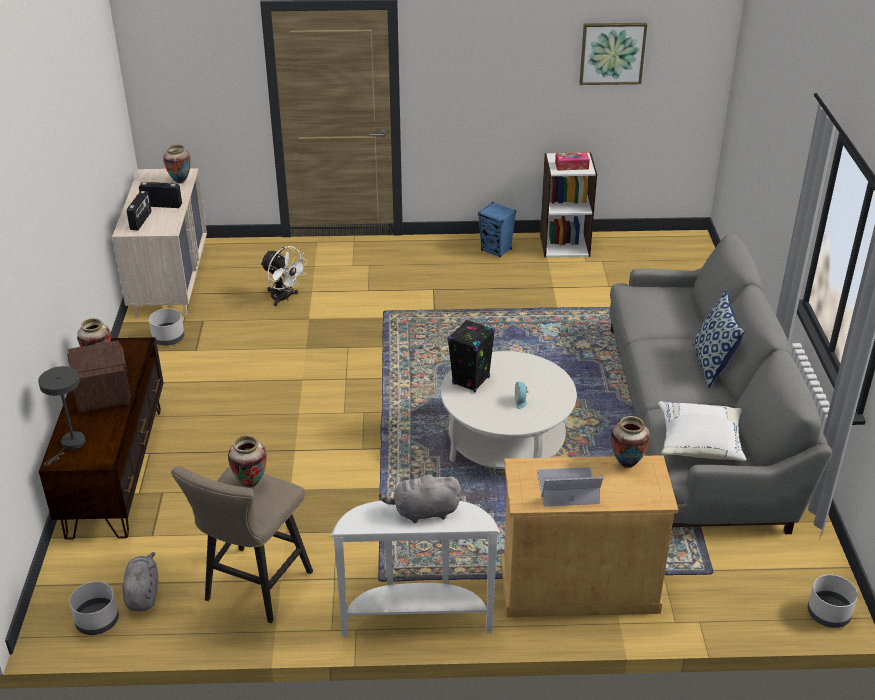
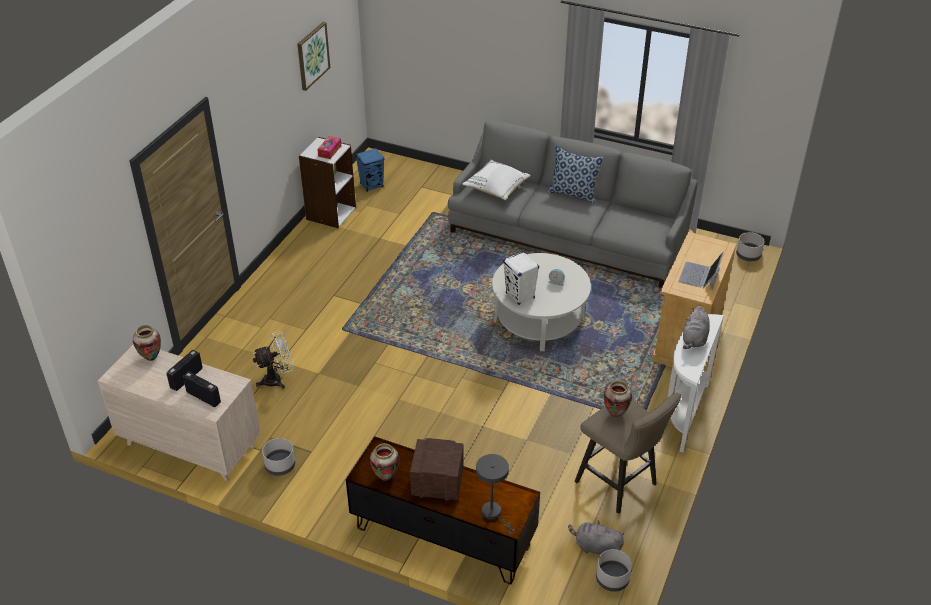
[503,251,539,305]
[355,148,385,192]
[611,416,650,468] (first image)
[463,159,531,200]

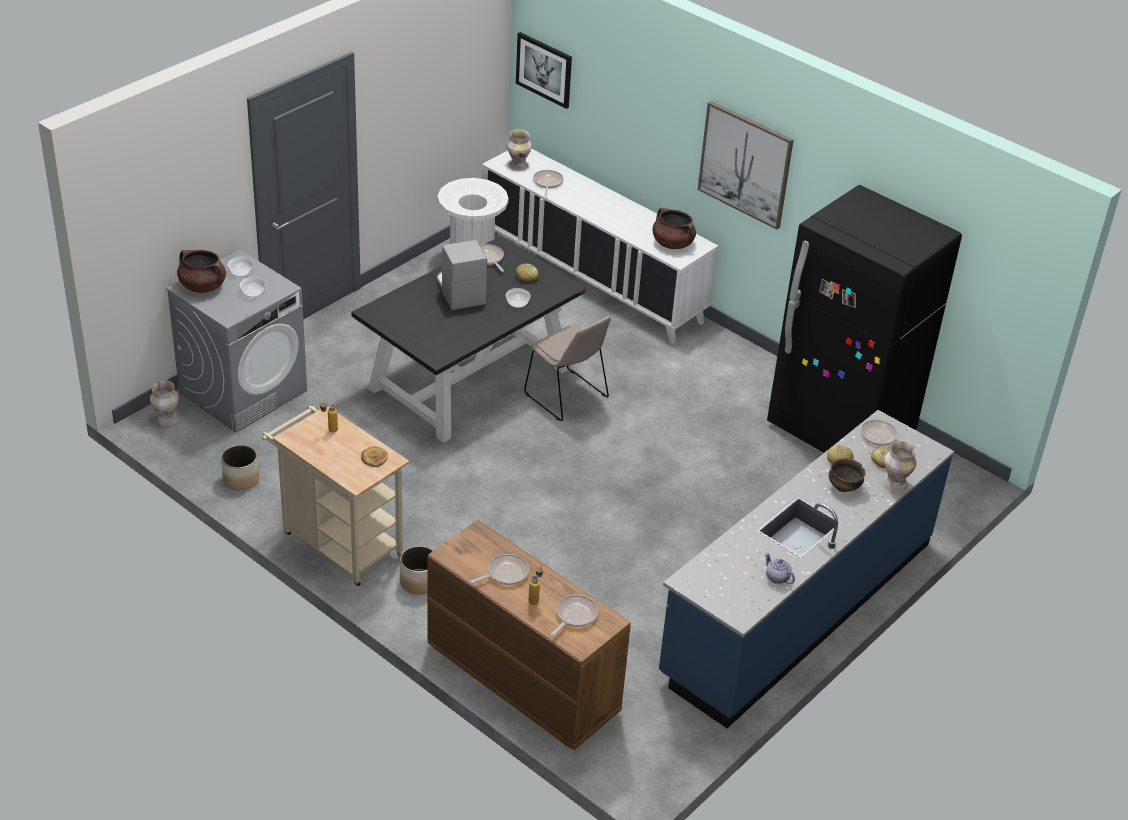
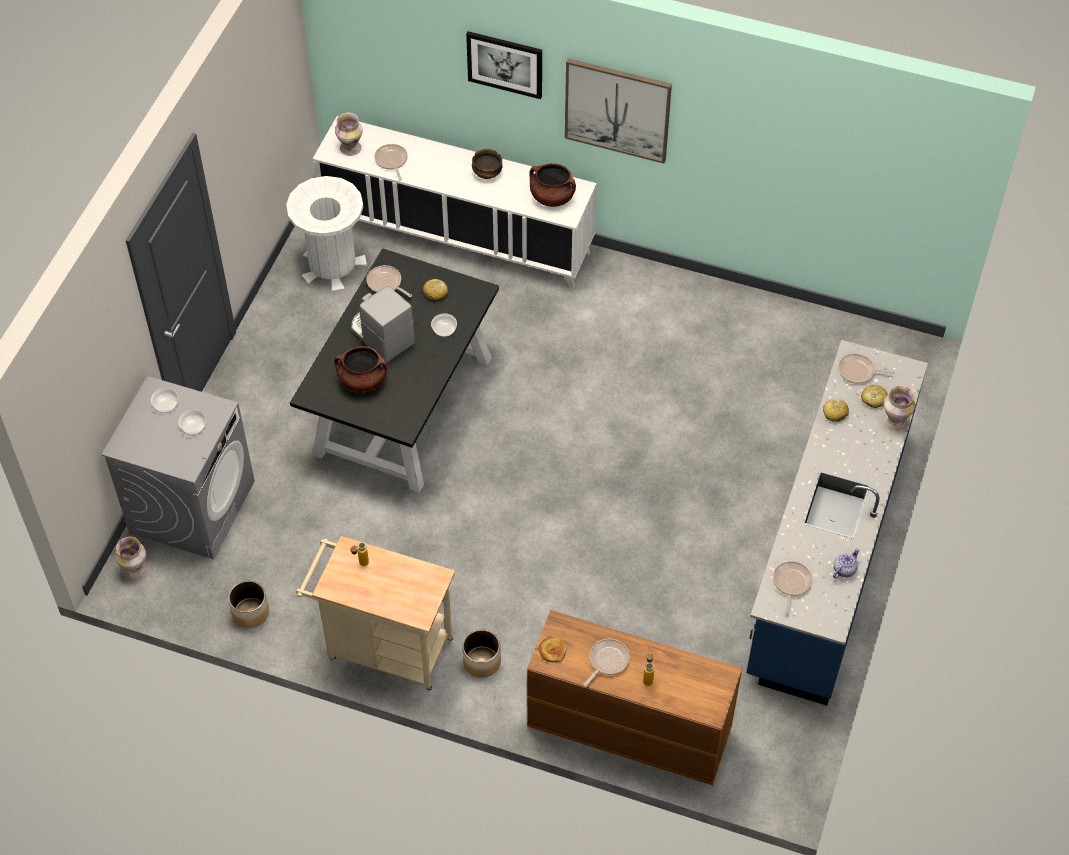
[334,346,387,393]
[538,637,566,663]
[466,31,542,99]
[524,316,611,421] (first image)
[773,561,812,613]
[833,548,860,578]
[767,185,962,453] (first image)
[472,149,503,179]

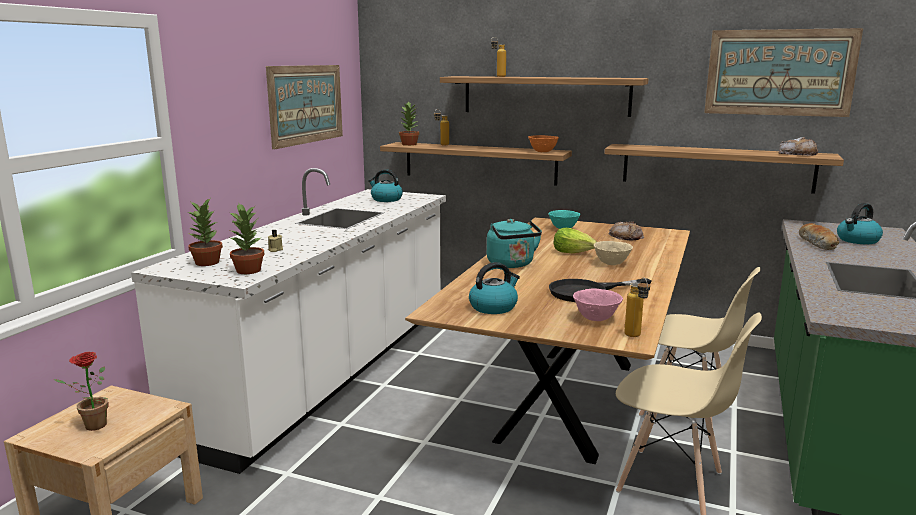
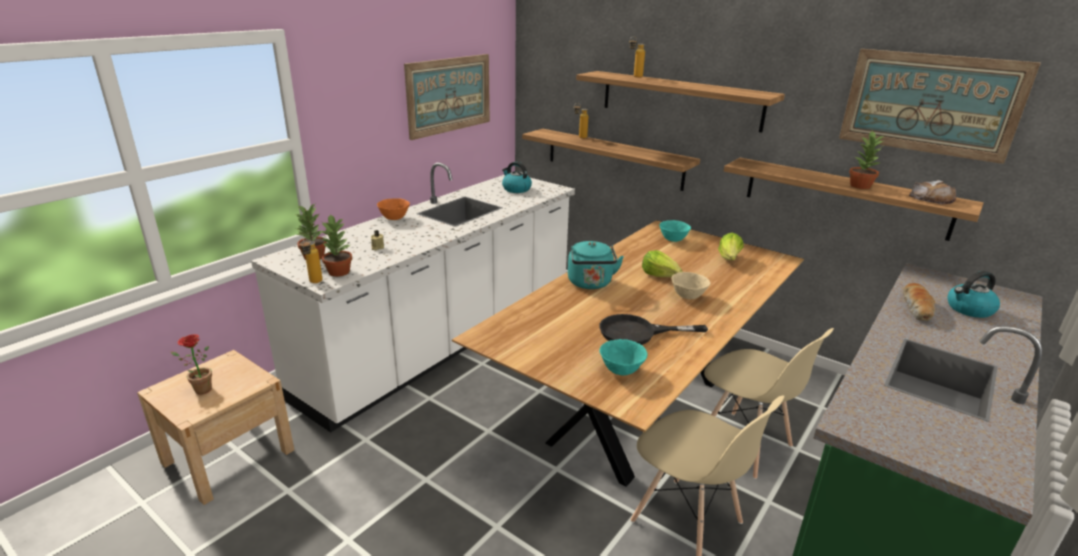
[849,131,885,189]
[469,262,520,314] (first image)
[377,198,410,220]
[600,339,648,376]
[718,233,744,260]
[300,238,322,283]

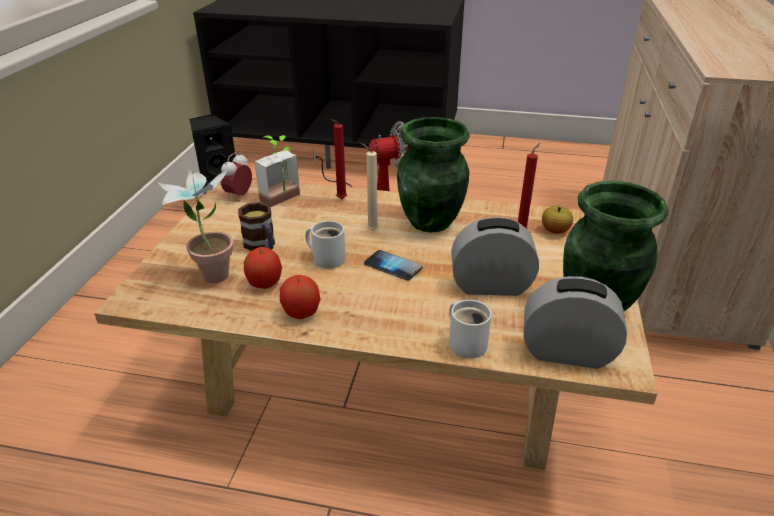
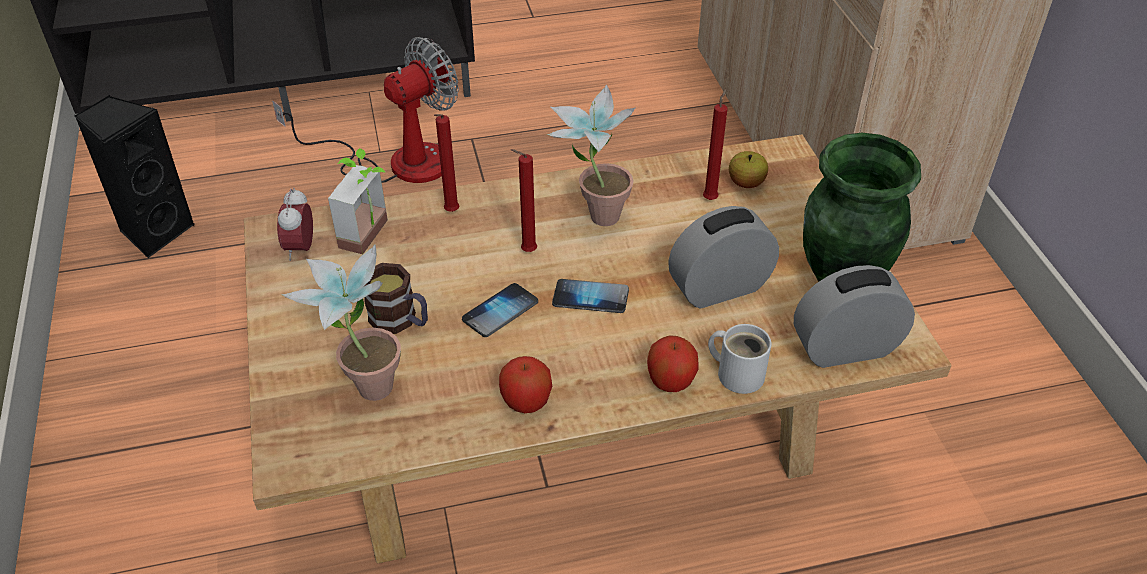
[647,335,699,392]
[462,283,538,337]
[511,149,537,252]
[547,84,636,226]

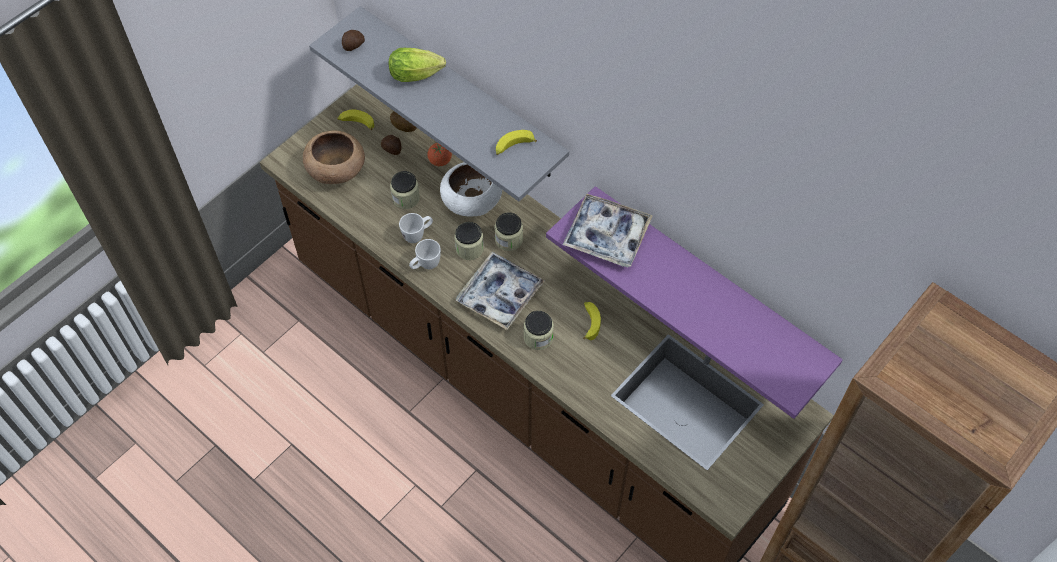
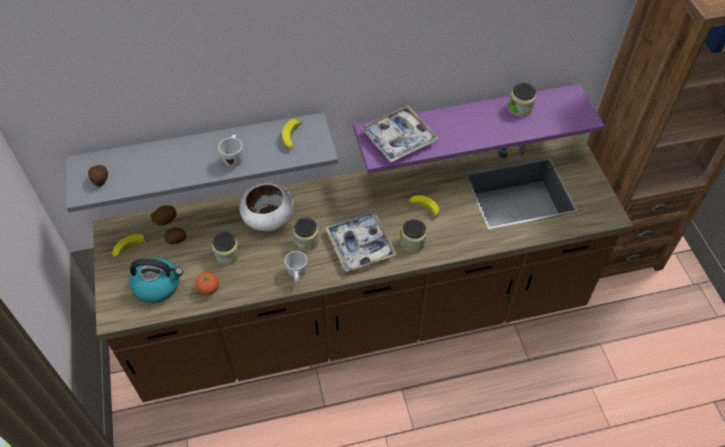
[129,258,183,303]
[389,48,446,82] (first image)
[218,135,243,167]
[195,273,219,295]
[508,83,536,117]

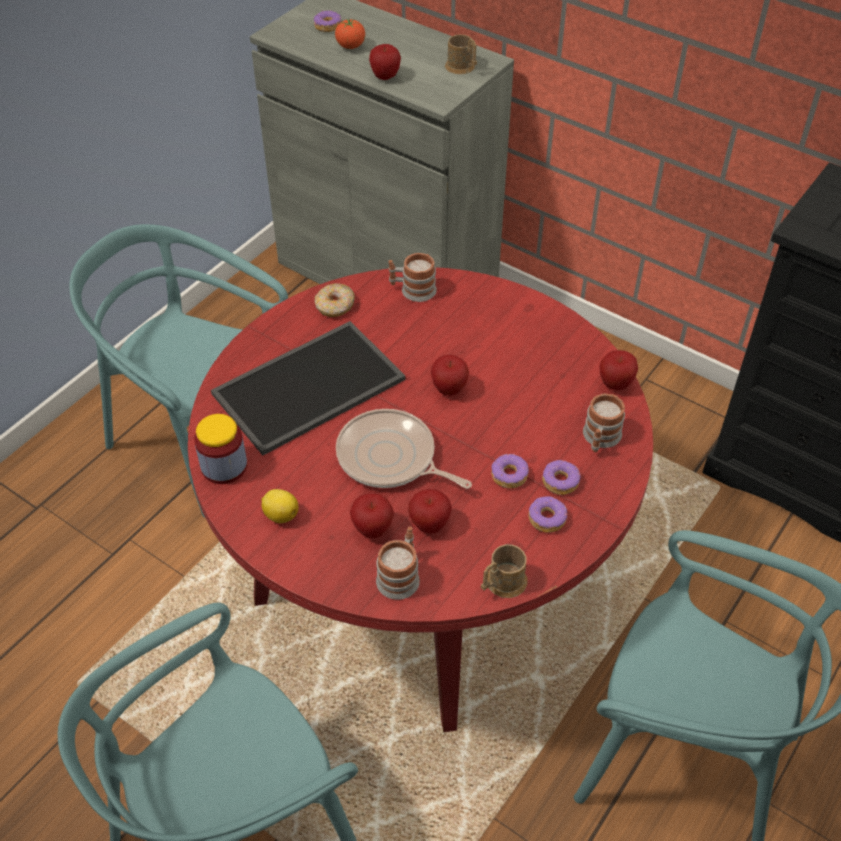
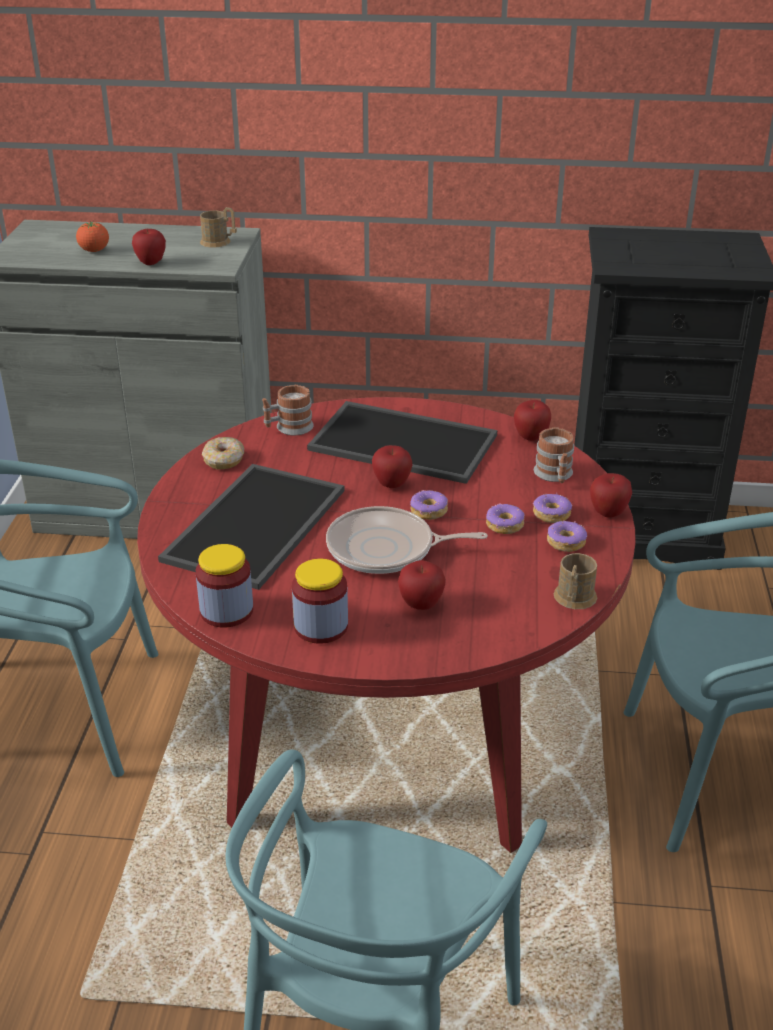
[292,559,348,644]
[410,490,448,520]
[376,527,420,600] (first image)
[590,473,632,518]
[307,401,497,484]

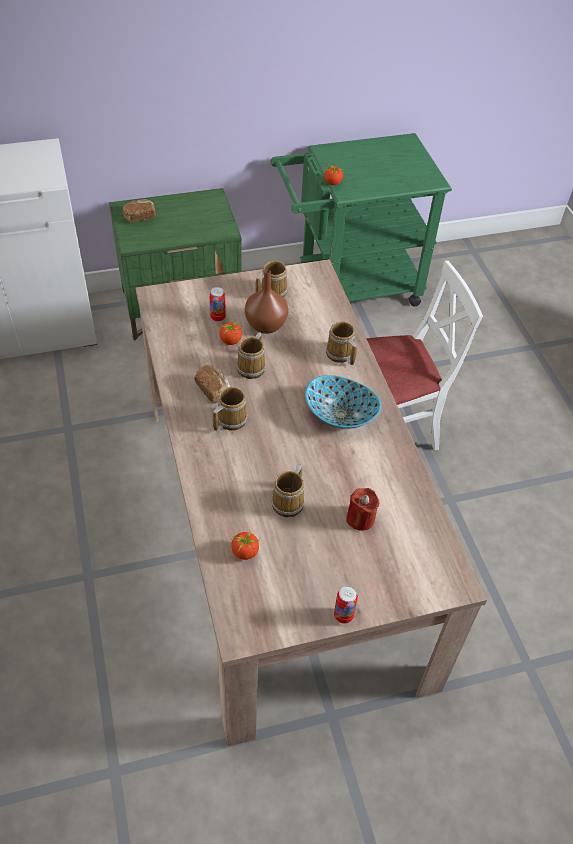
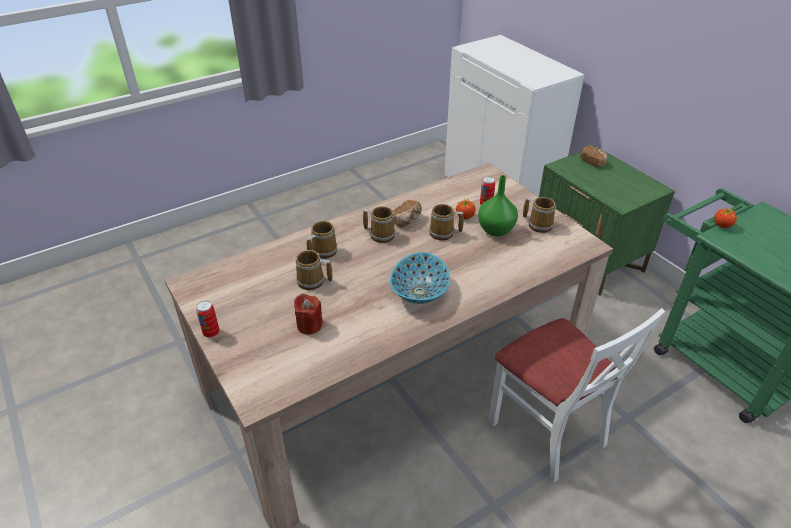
[231,531,261,560] (first image)
[478,175,518,236]
[307,221,338,259]

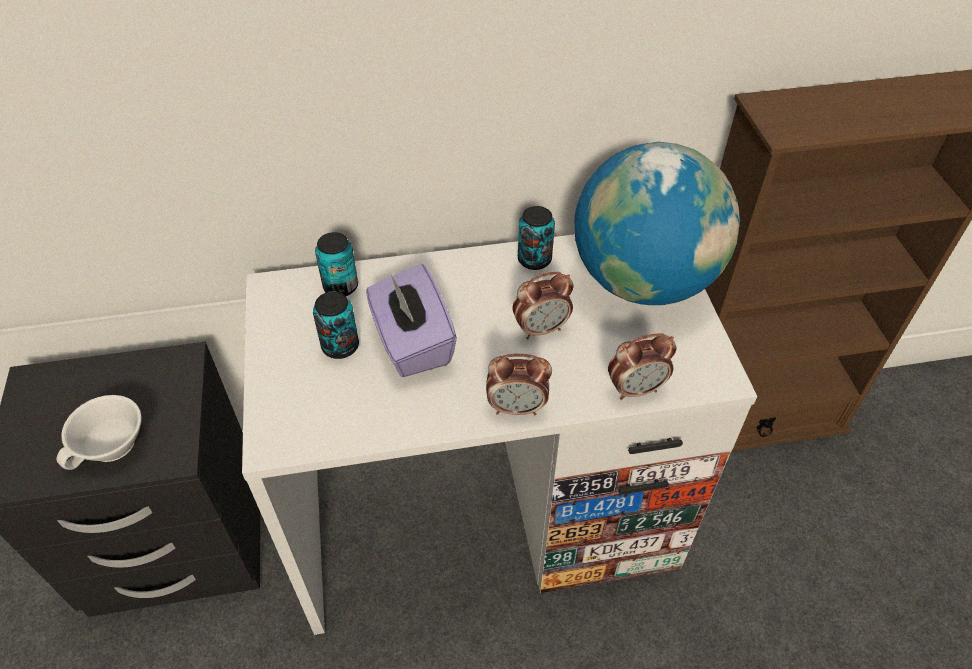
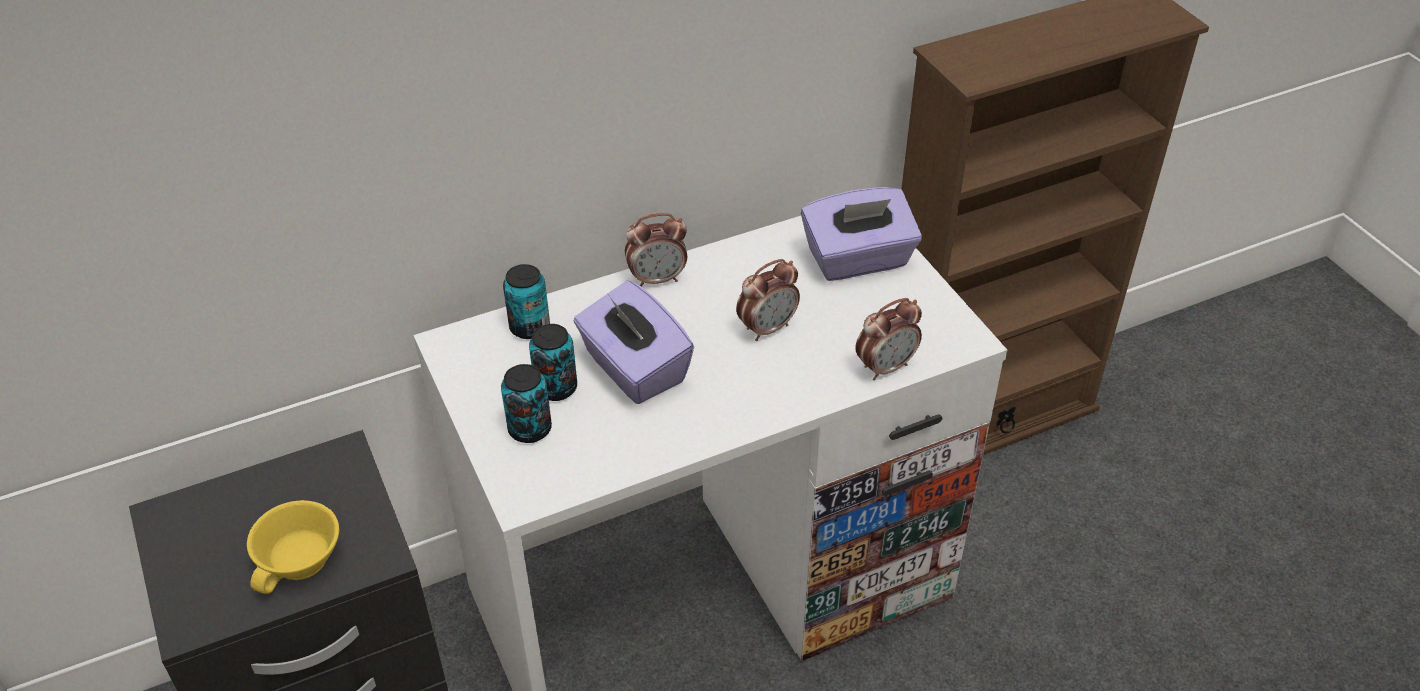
[247,500,339,594]
[625,213,687,287]
[501,364,552,443]
[801,187,922,281]

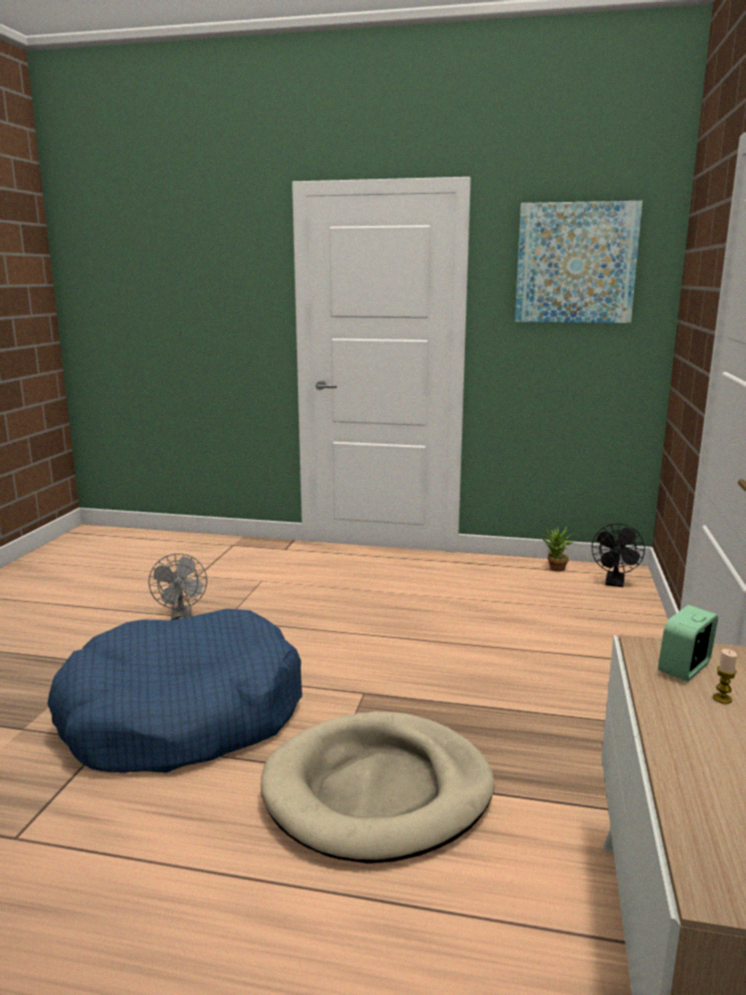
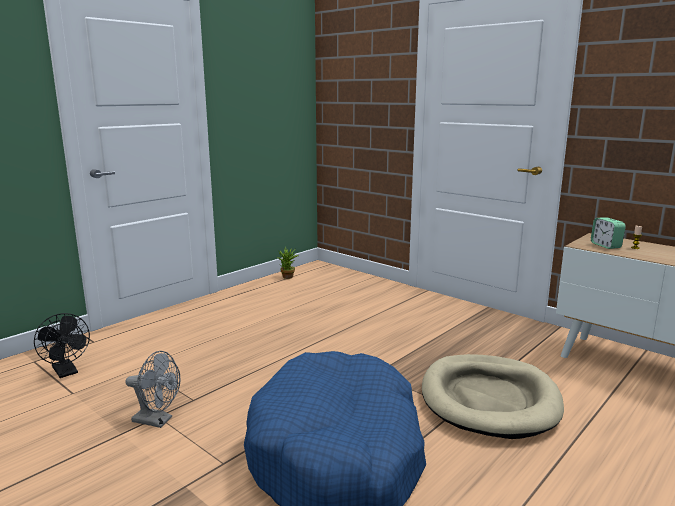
[515,201,643,323] (first image)
[34,313,90,378]

